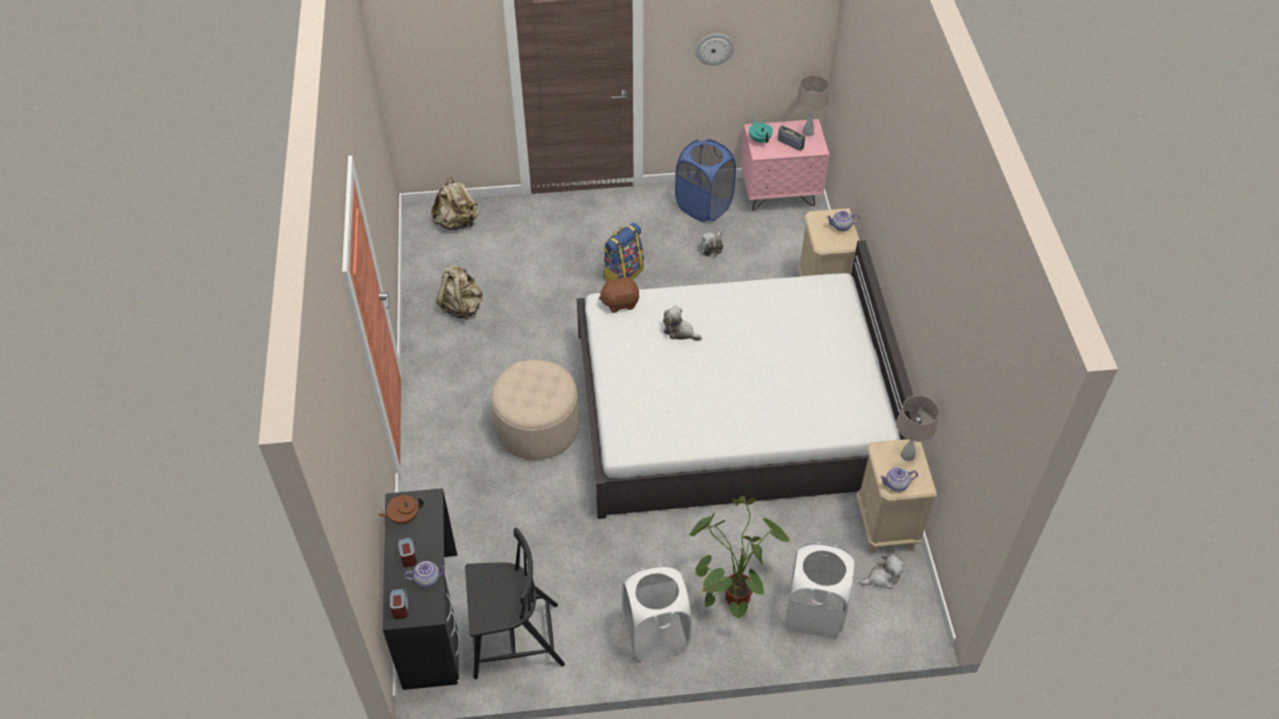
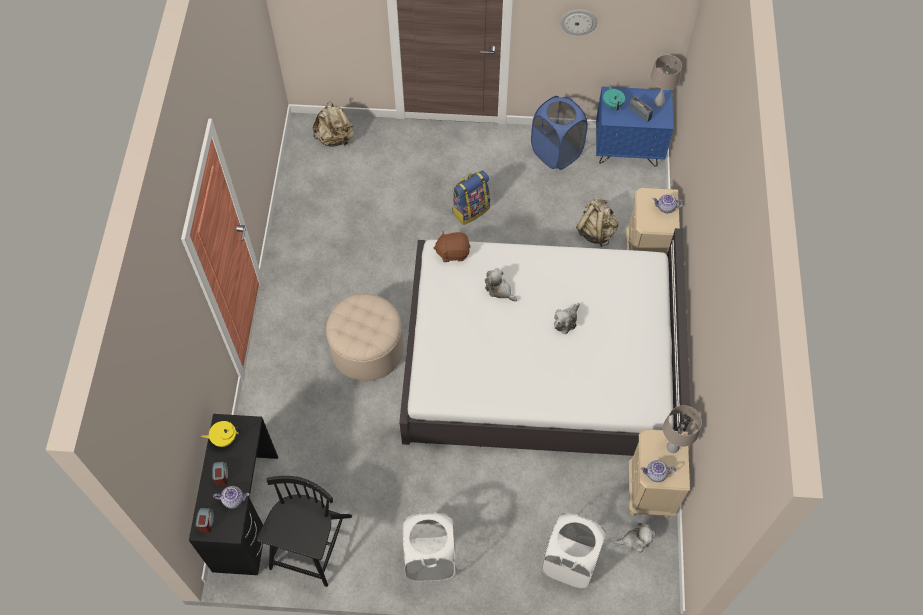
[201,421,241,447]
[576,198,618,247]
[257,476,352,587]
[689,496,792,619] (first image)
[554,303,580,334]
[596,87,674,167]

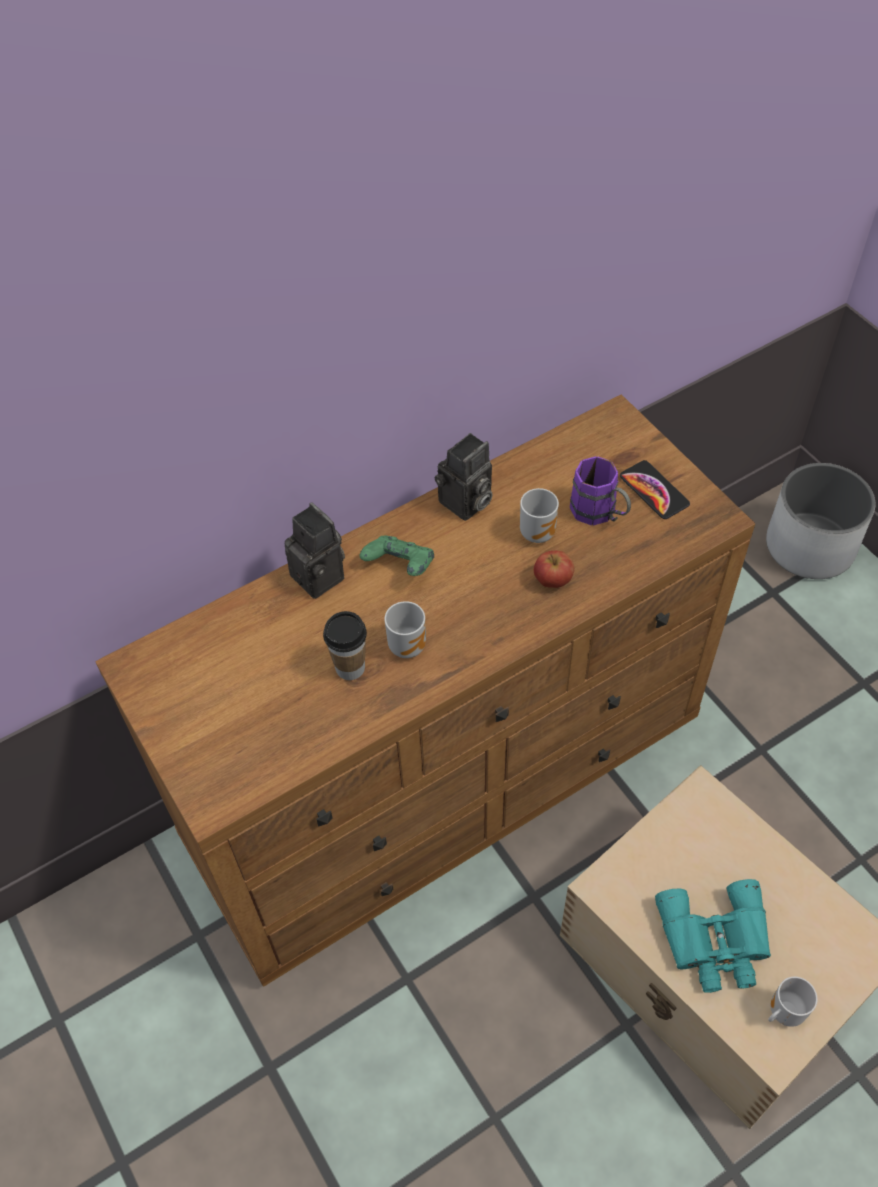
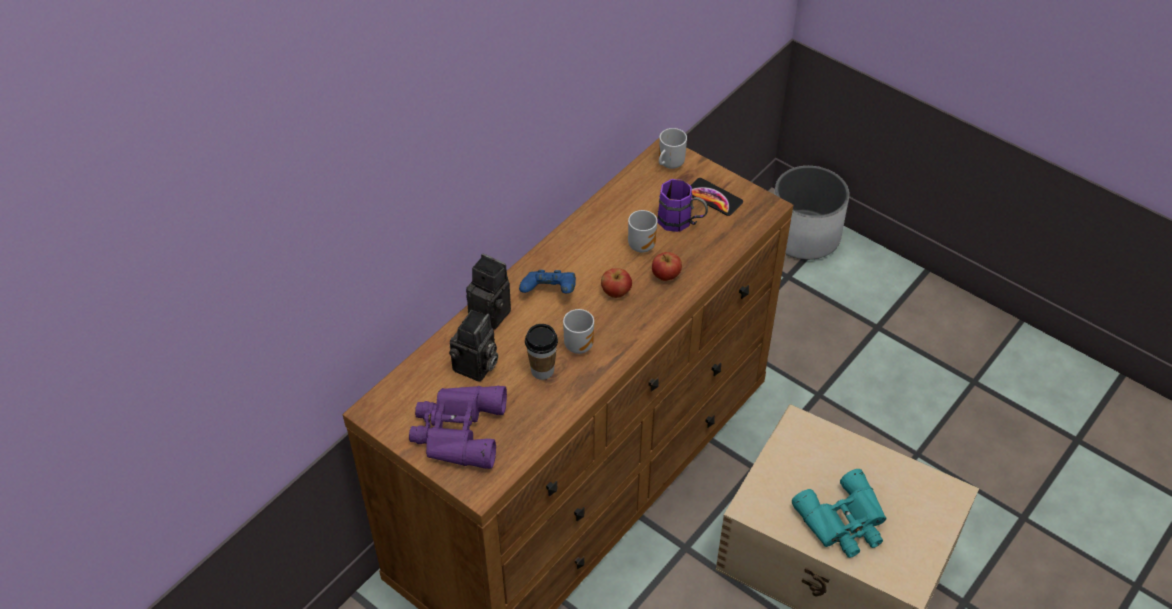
[519,270,576,293]
[449,310,498,382]
[659,128,687,169]
[409,386,507,469]
[601,268,632,298]

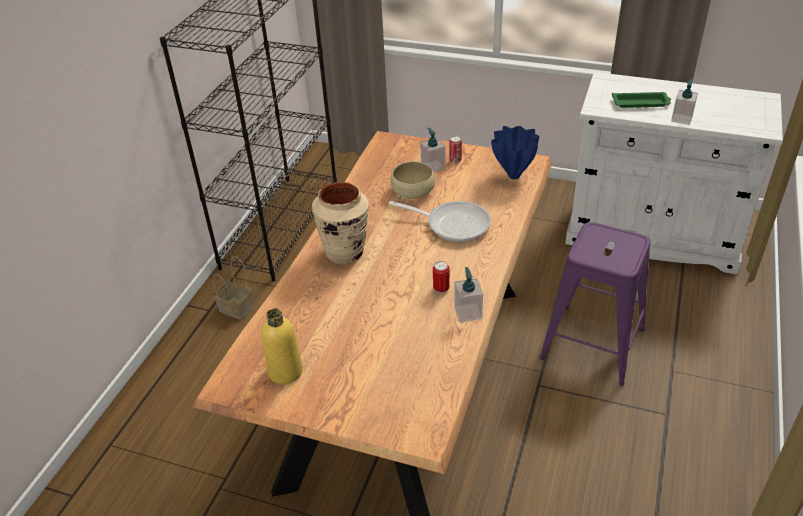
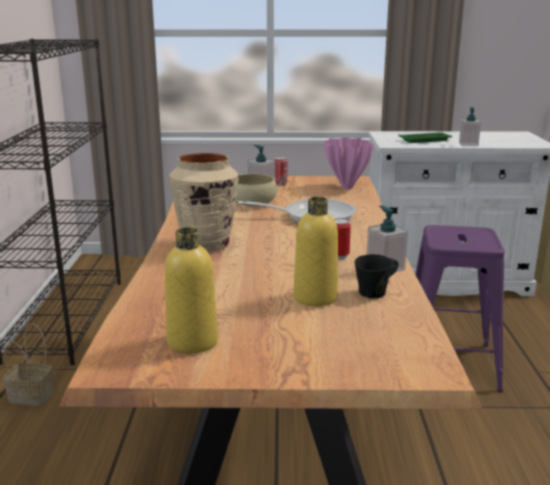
[324,138,373,189]
[294,197,338,306]
[354,254,398,298]

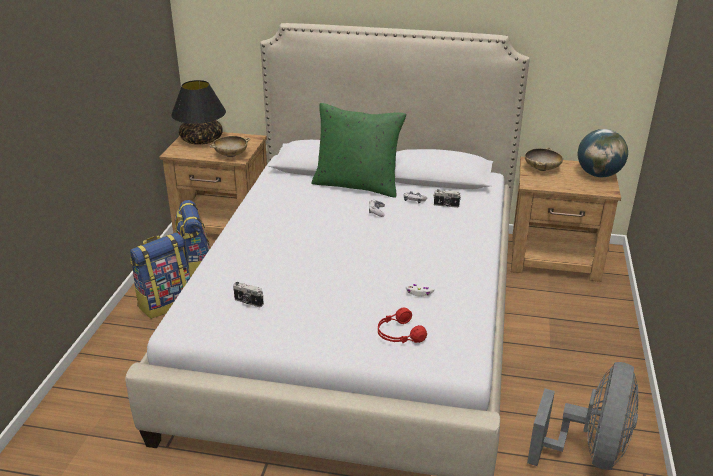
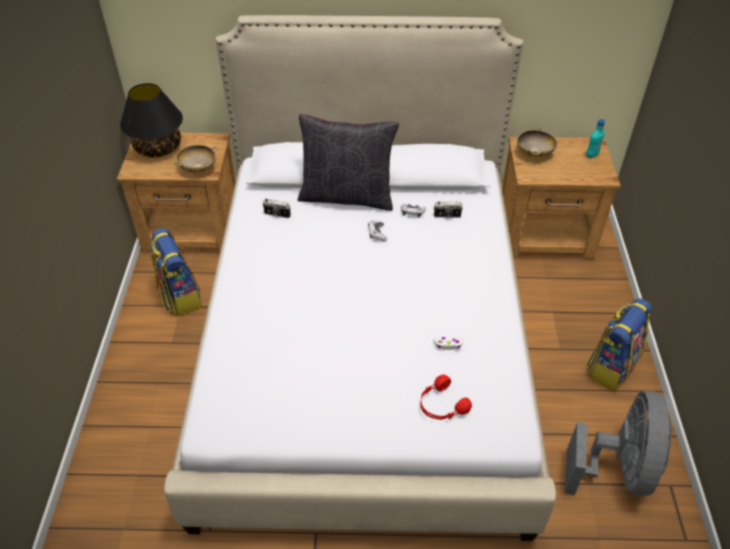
[587,298,653,392]
[263,199,291,218]
[297,114,399,211]
[586,119,605,158]

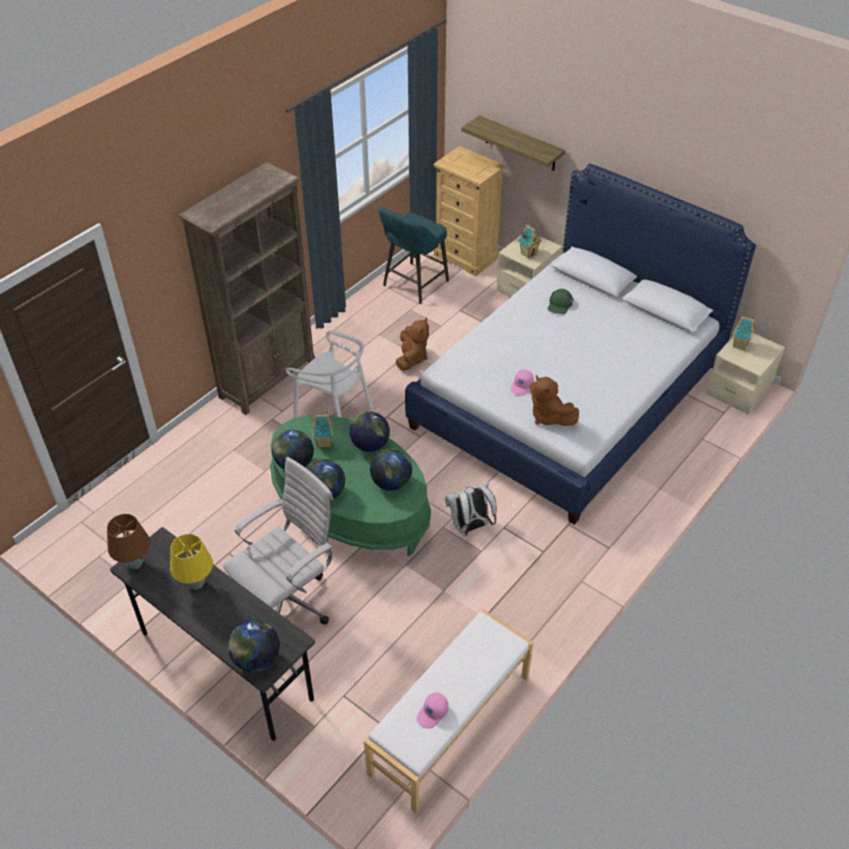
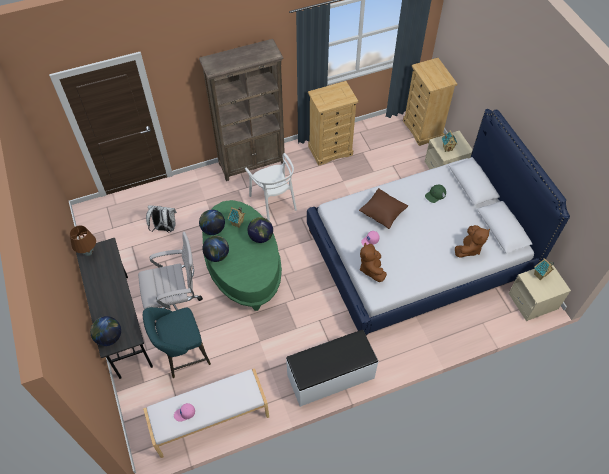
[170,534,213,590] (first image)
[370,448,412,491] (first image)
[143,307,211,378]
[455,225,490,258]
[146,205,177,233]
[461,115,565,171] (first image)
[286,330,378,407]
[308,81,358,166]
[359,188,408,229]

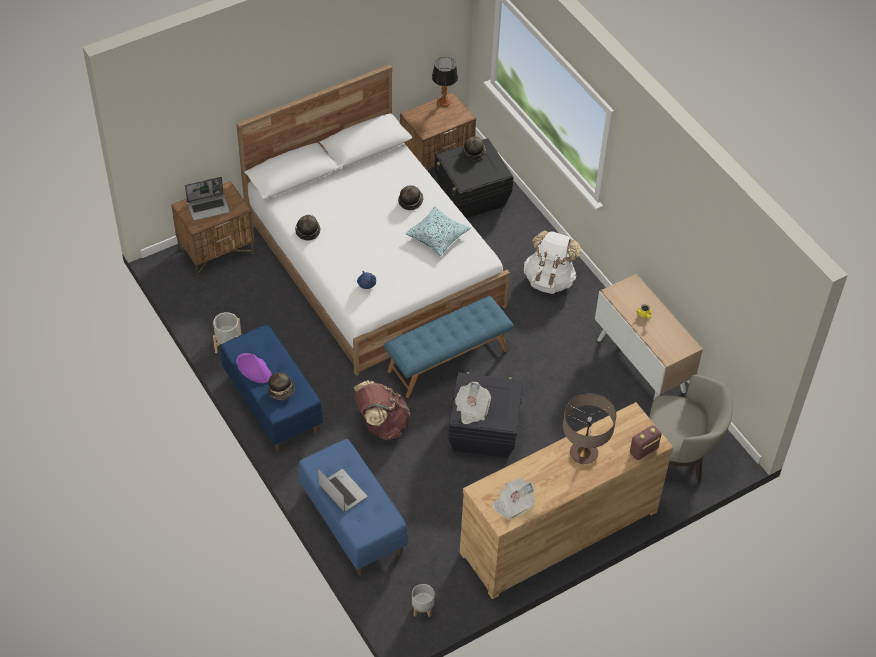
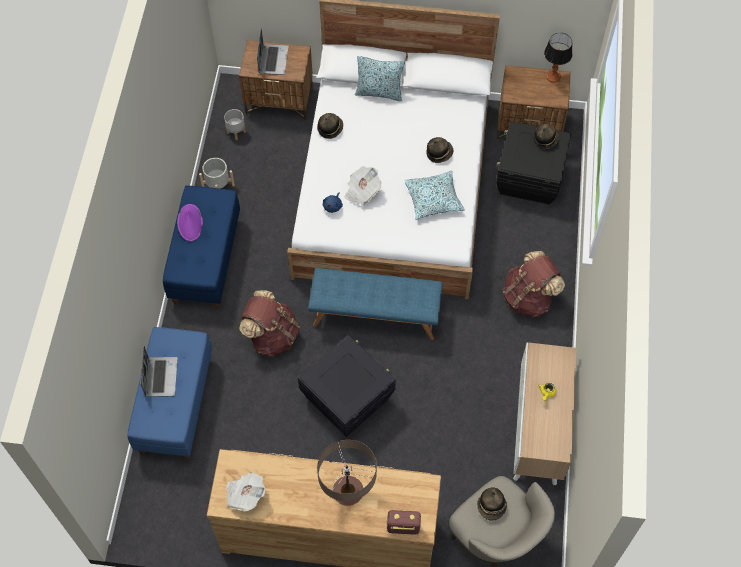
[257,28,288,75]
[477,488,507,521]
[224,109,246,140]
[345,166,381,206]
[503,251,565,318]
[355,56,405,102]

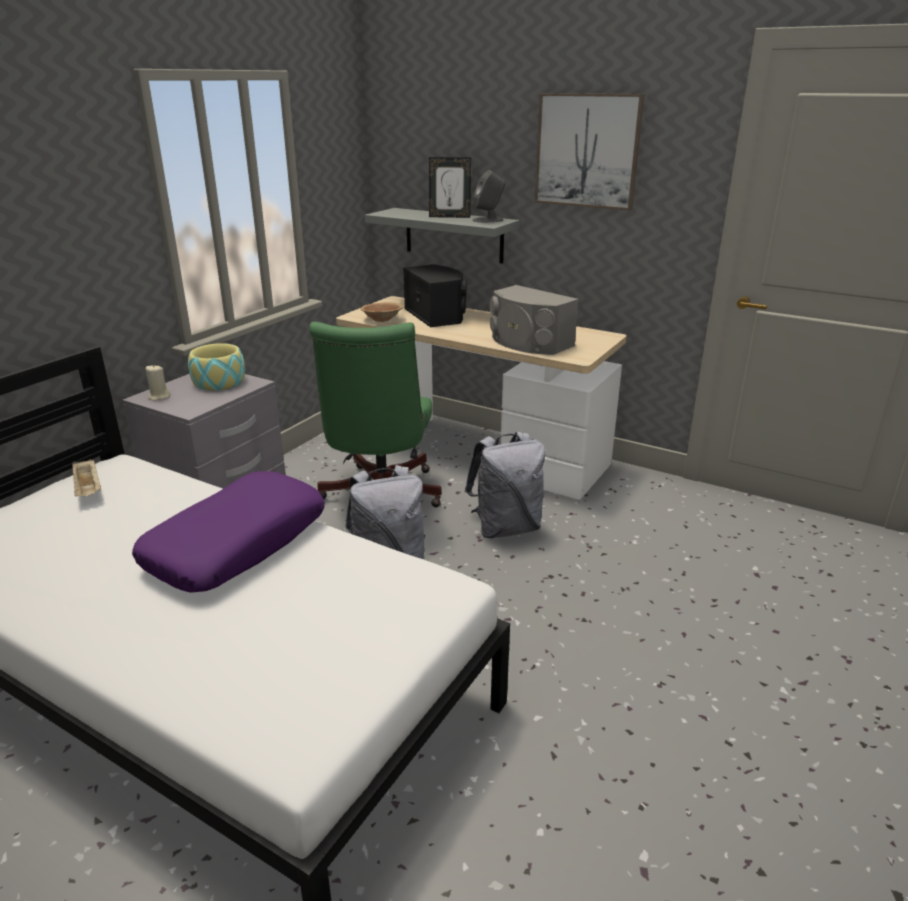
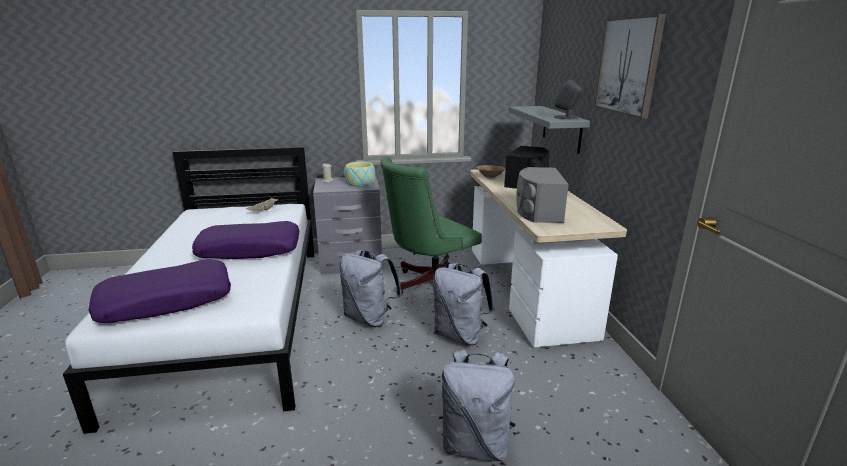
[429,157,471,218] (first image)
[89,259,231,323]
[439,349,516,461]

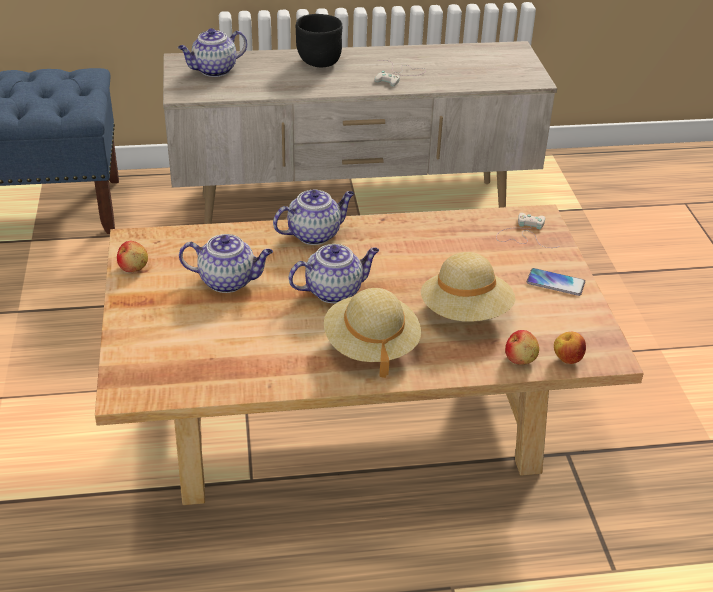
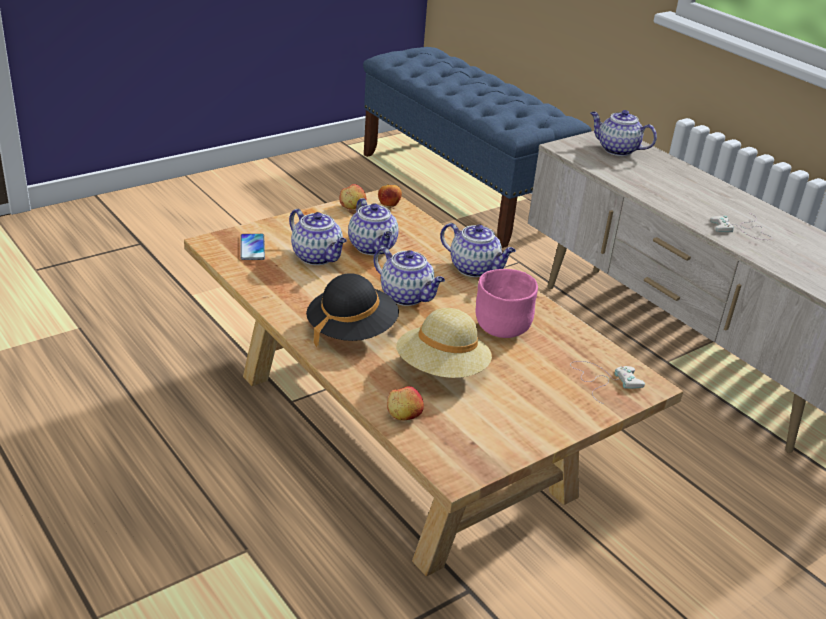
[296,14,342,67] (first image)
[306,273,399,347]
[240,234,265,260]
[378,184,402,207]
[289,209,347,265]
[475,269,538,338]

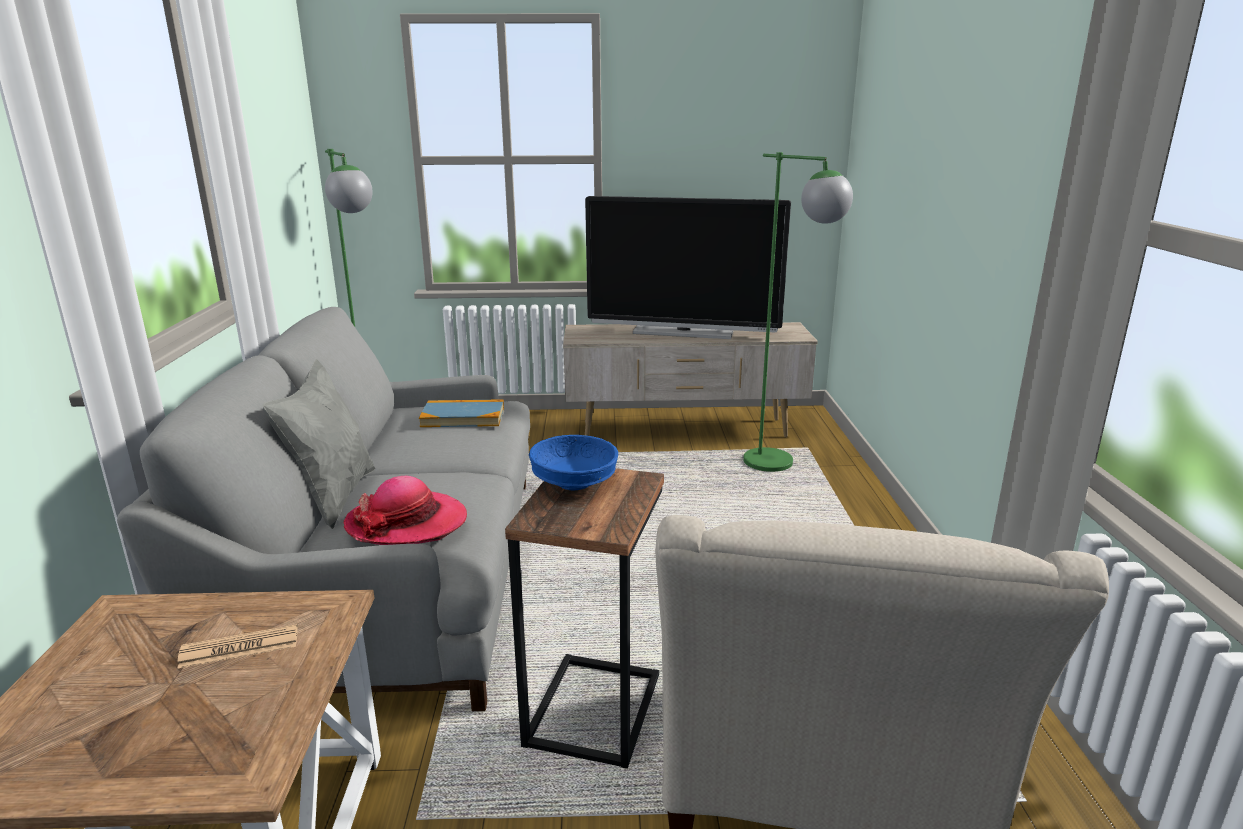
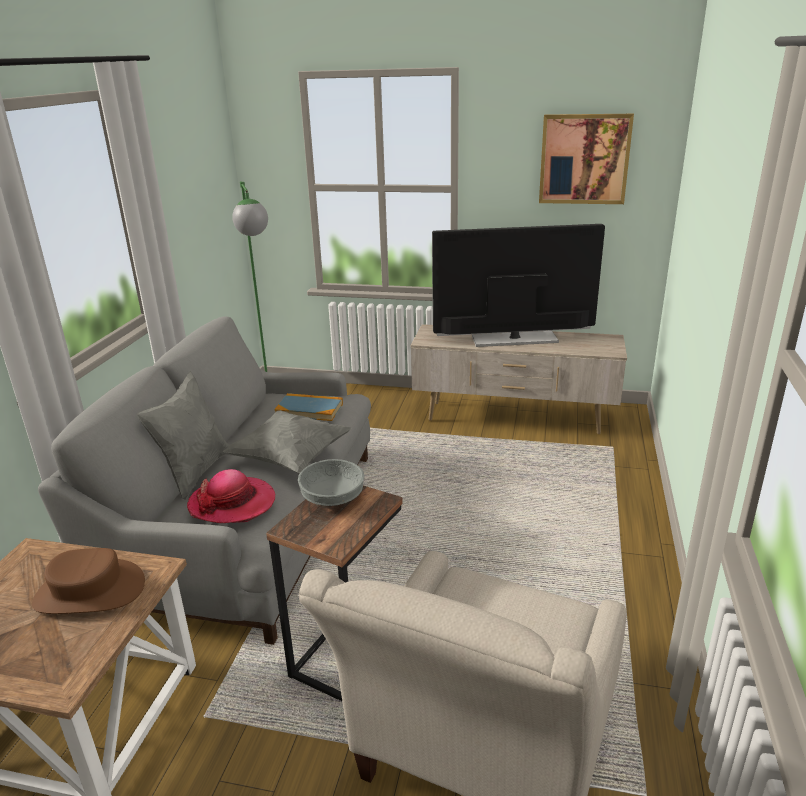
[32,548,145,614]
[298,459,364,506]
[432,224,605,347]
[743,152,853,472] (first image)
[222,410,352,474]
[539,114,634,204]

